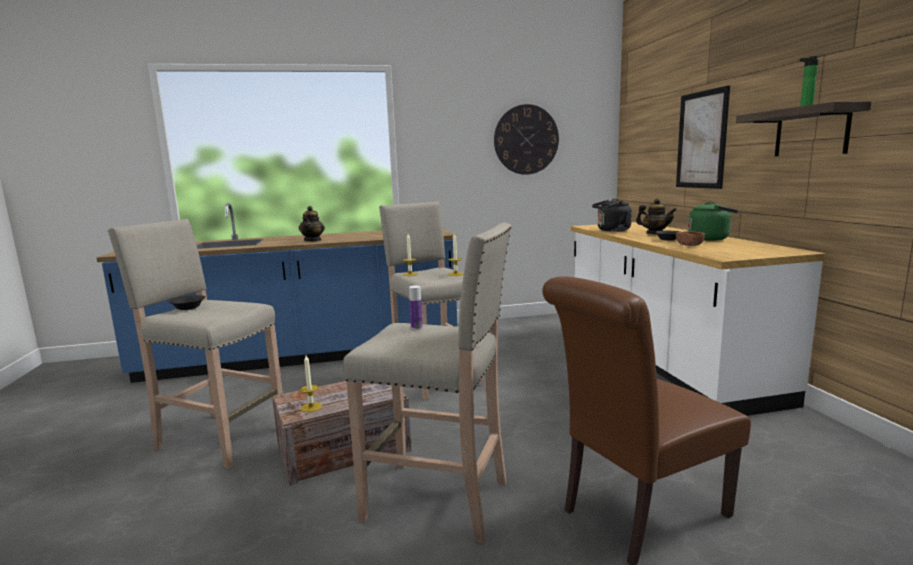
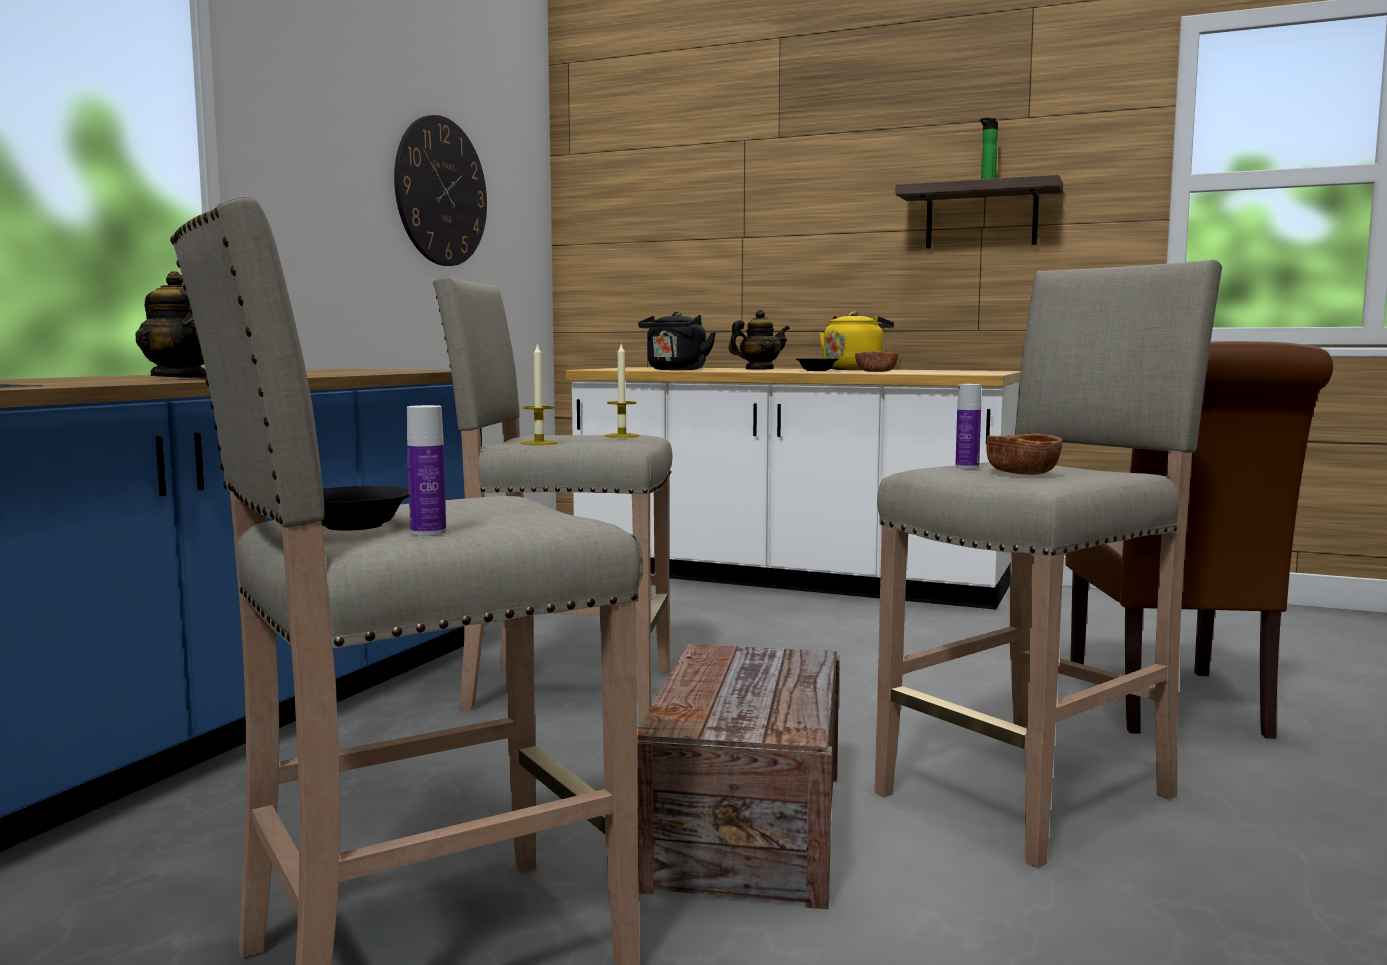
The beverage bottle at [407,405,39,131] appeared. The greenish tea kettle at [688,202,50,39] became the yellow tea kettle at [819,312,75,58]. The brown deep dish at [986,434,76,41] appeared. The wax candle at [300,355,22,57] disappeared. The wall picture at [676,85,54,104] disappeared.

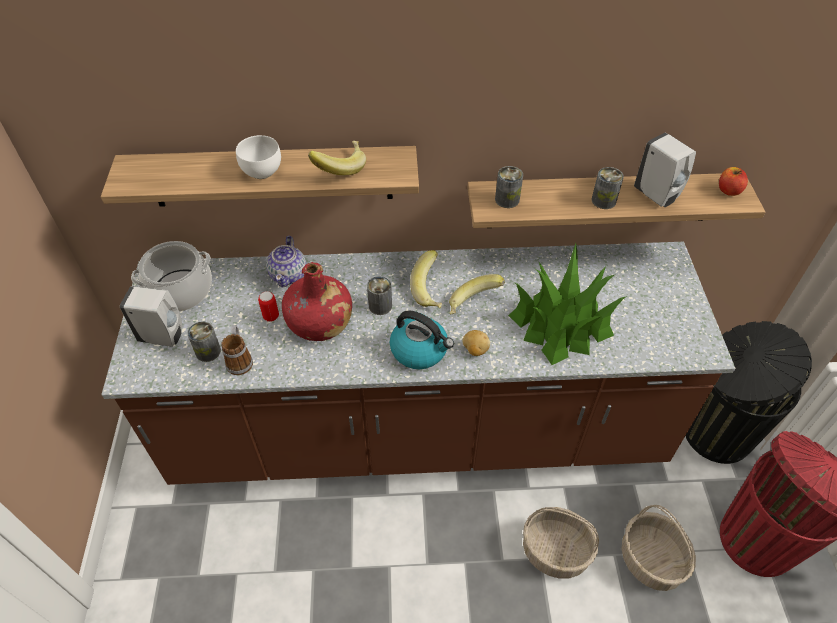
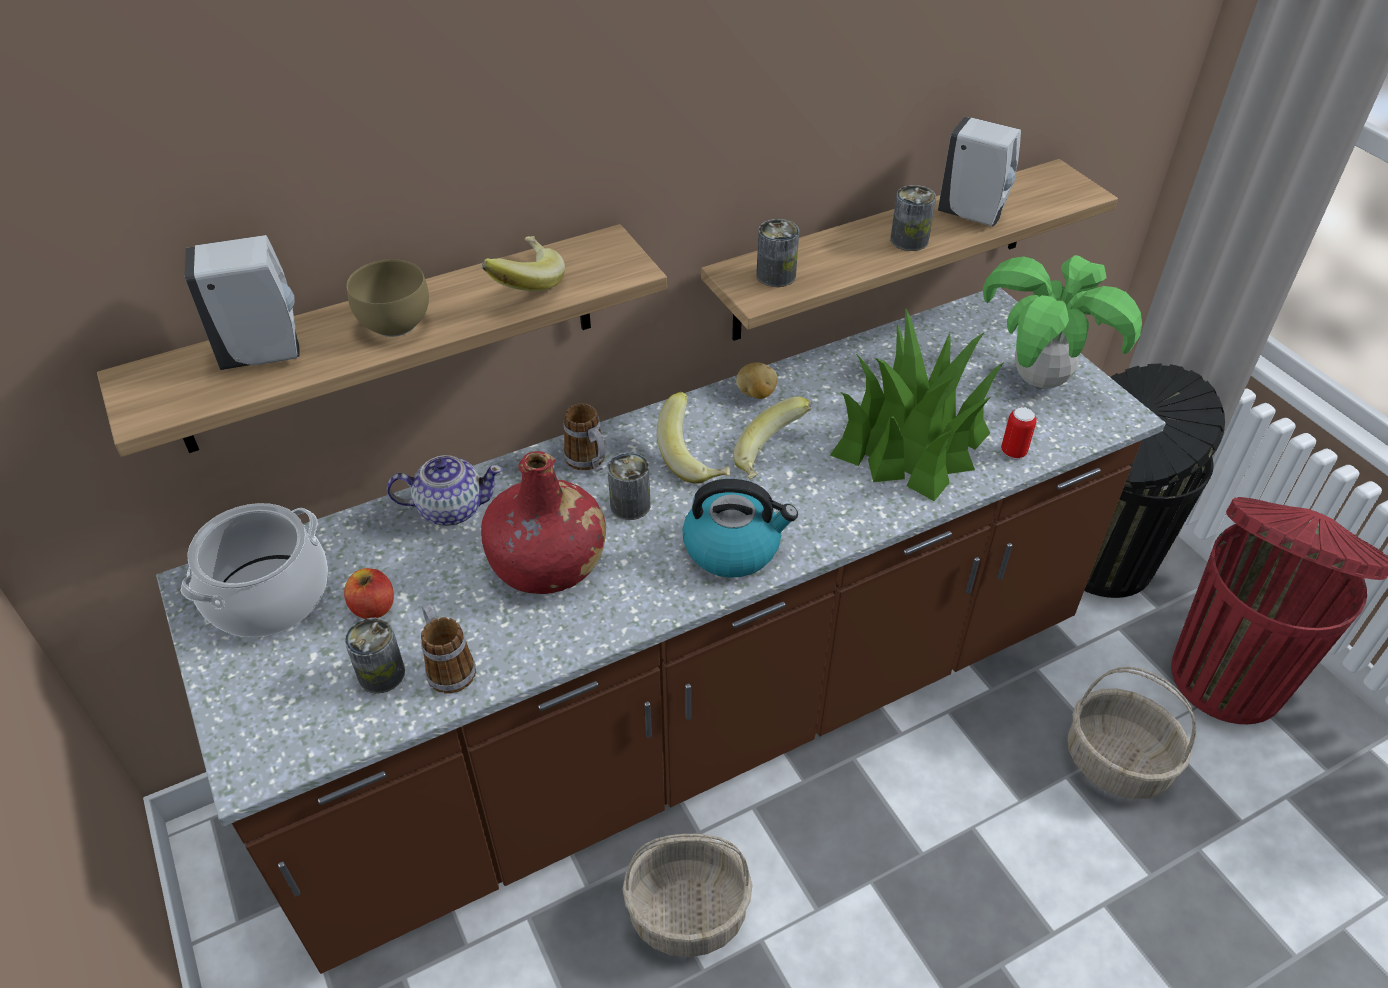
The white-coloured soap bottle moved from [120,286,62,61] to [185,235,115,135]. The apple moved from [719,167,29,29] to [344,568,50,51]. The white-coloured deep dish at [236,135,45,44] became the brown deep dish at [346,259,83,78]. The tea pot at [266,236,40,52] turned 75 degrees counterclockwise. The coffee mug at [564,403,41,69] appeared. The storage basket moved from [523,507,76,72] to [622,834,130,123]. The spud moved from [463,330,27,26] to [736,362,41,37]. The houseplant at [983,255,159,133] appeared. The can moved from [258,291,21,31] to [1001,407,36,52].

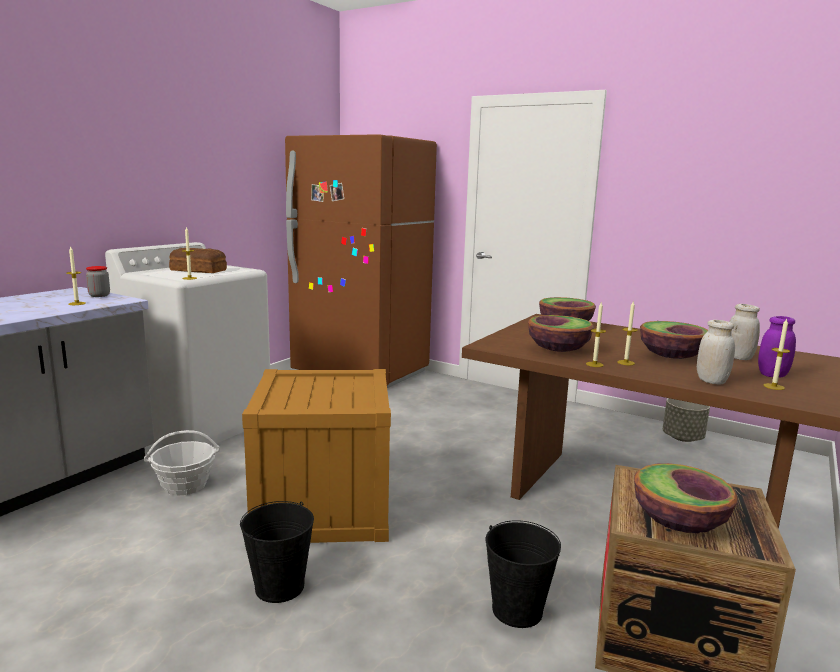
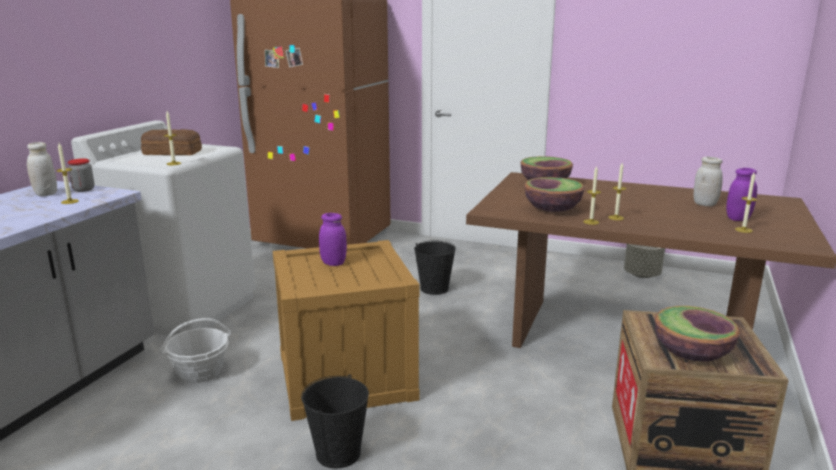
The white-coloured preserve jar moved from [697,320,38,65] to [27,142,30,54]. The purple-coloured preserve jar at [319,213,28,53] appeared. The black-coloured pail moved from [485,520,76,108] to [414,240,42,55]. The deep dish at [640,321,68,38] disappeared.

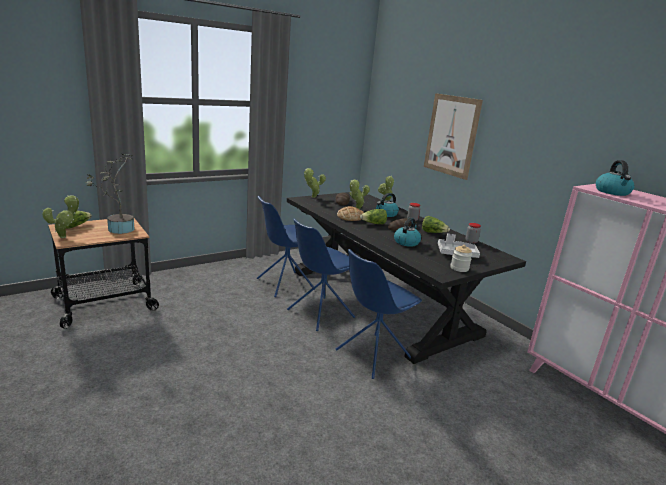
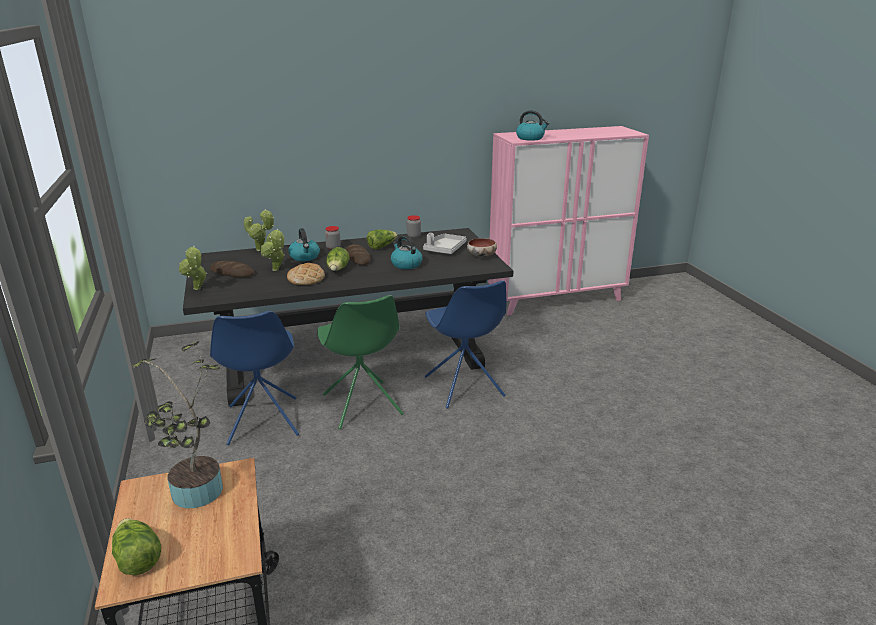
The bluish plain chair at [287,218,68,113] became the greenish plain chair at [317,295,87,134]. The preserve jar at [451,245,21,27] was replaced by the deep dish at [467,238,30,20]. The houseplant at [42,195,37,43] disappeared. The wall picture at [424,93,59,87] disappeared.

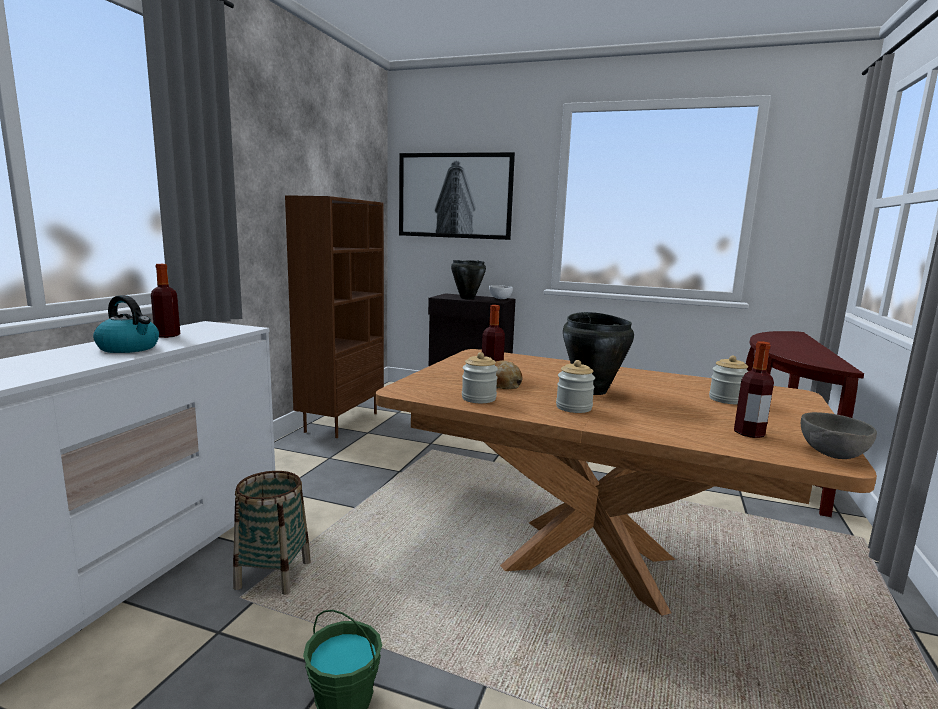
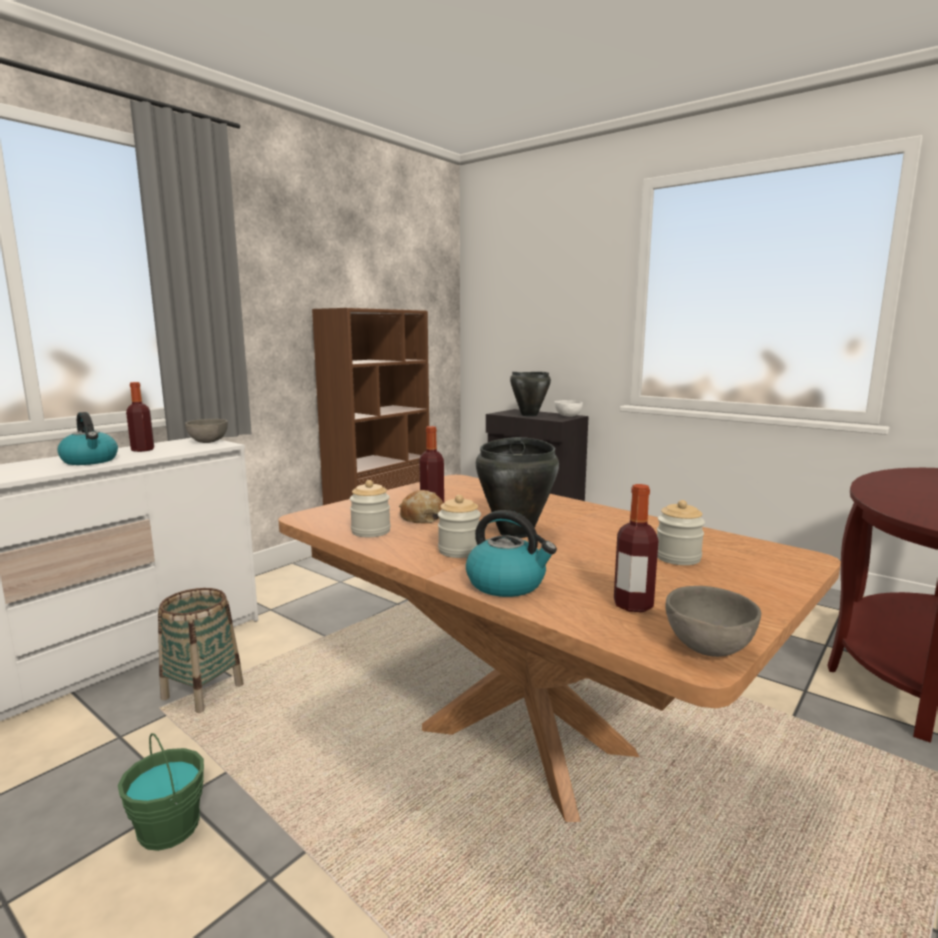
The gray deep dish at [185,419,43,24] appeared. The tea kettle at [466,510,91,87] appeared. The wall picture at [399,152,116,88] disappeared.

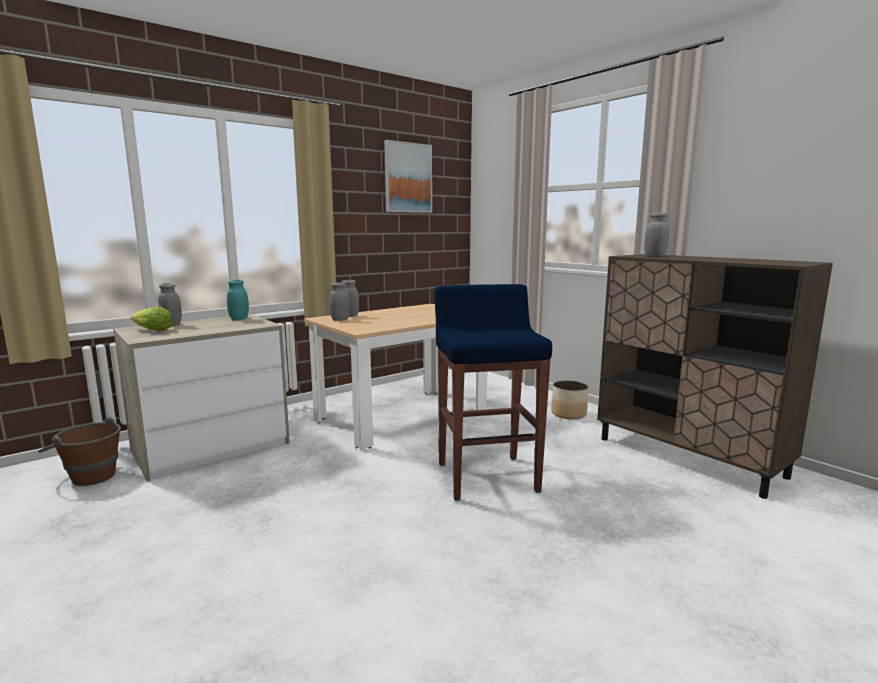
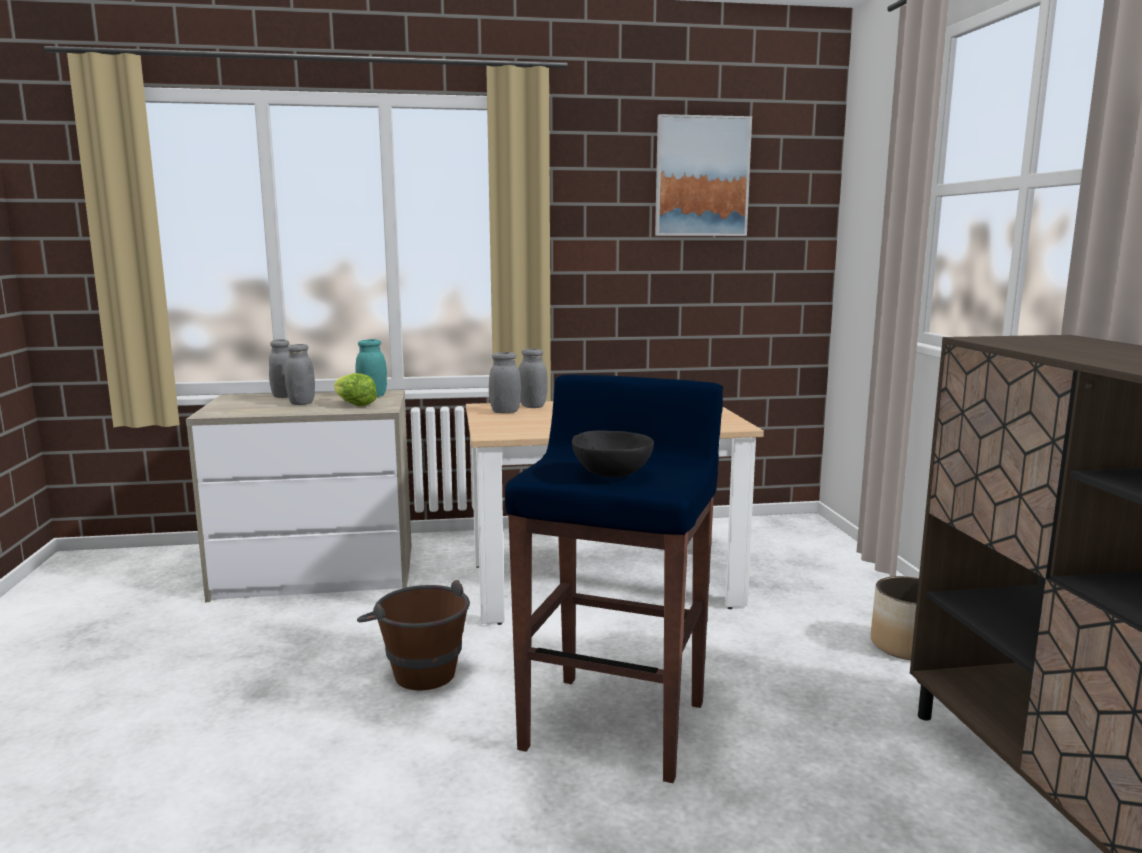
The gray preserve jar moved from [644,213,25,44] to [285,344,30,61]. The lettuce moved from [131,307,42,24] to [334,373,43,33]. The brown pail moved from [38,416,83,70] to [357,580,113,110]. The black-coloured deep dish at [572,430,82,48] appeared.

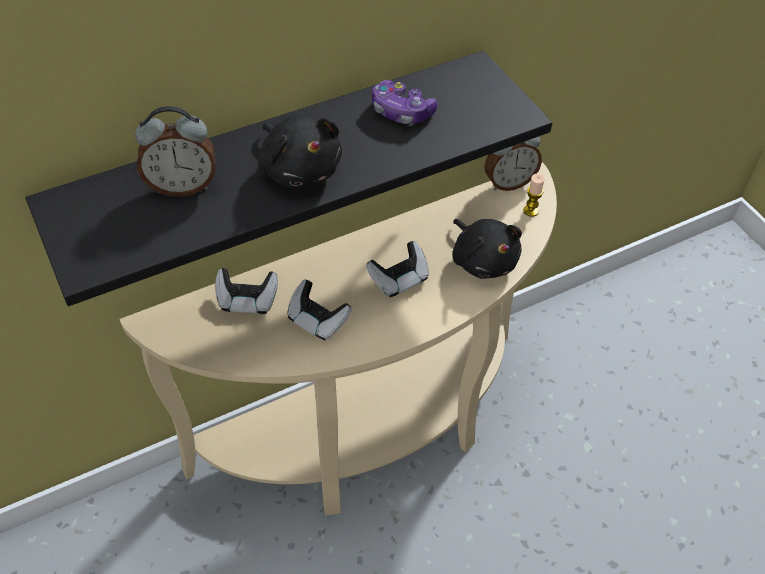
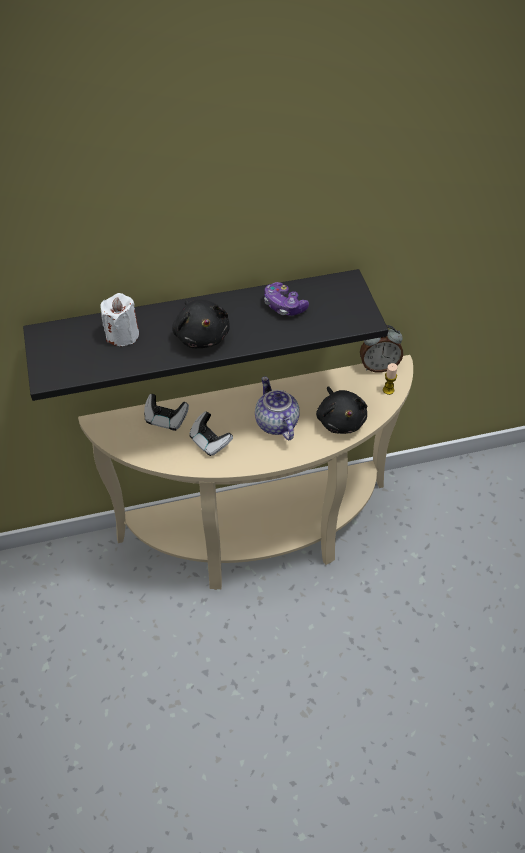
The bedside clock at [135,106,80,91] was replaced by the white-coloured wax candle at [100,293,39,53]. The gamepad at [366,241,63,56] was replaced by the tea pot at [255,376,45,64].

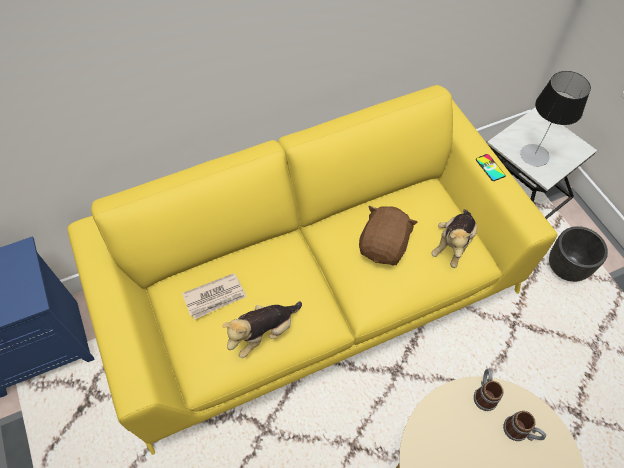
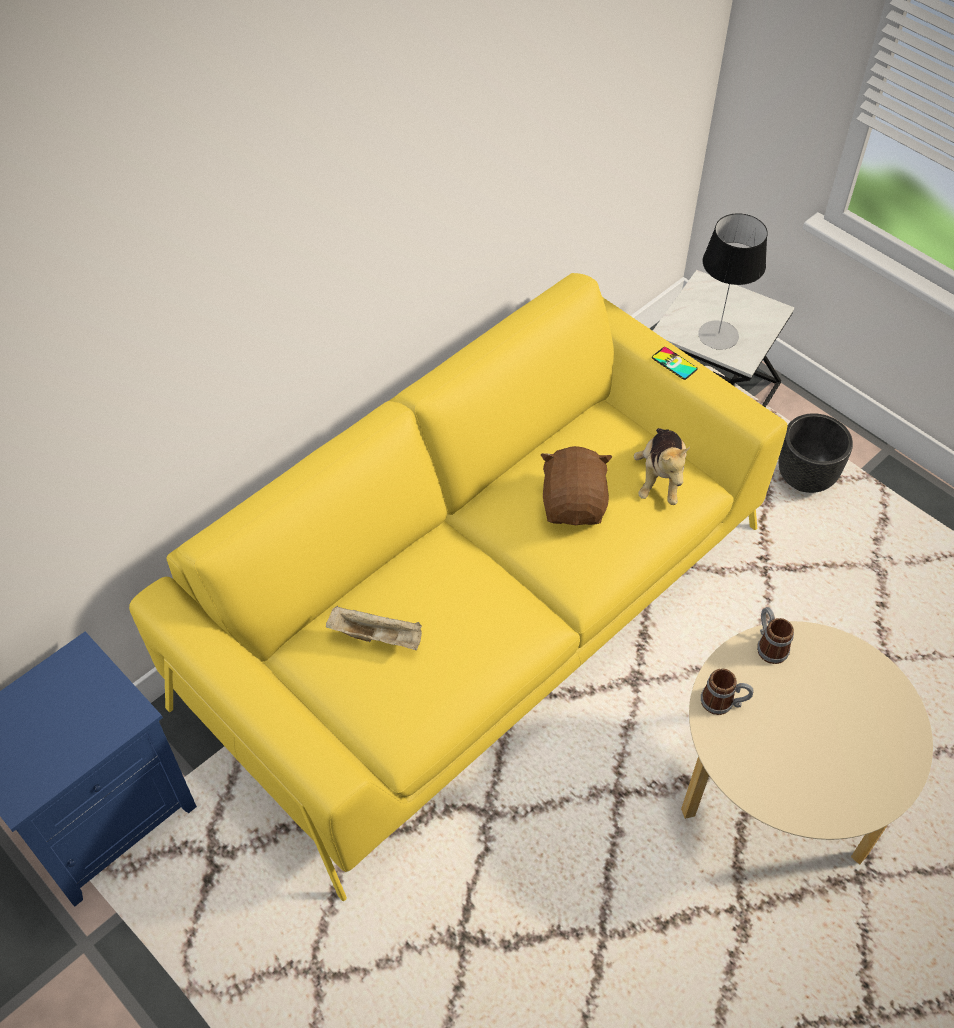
The printed paper at [182,273,65,47] was replaced by the beige carrying tray at [326,606,96,44]. The coffee mug moved from [503,411,43,30] to [701,668,53,47]. The soft toy at [222,301,80,57] disappeared.

